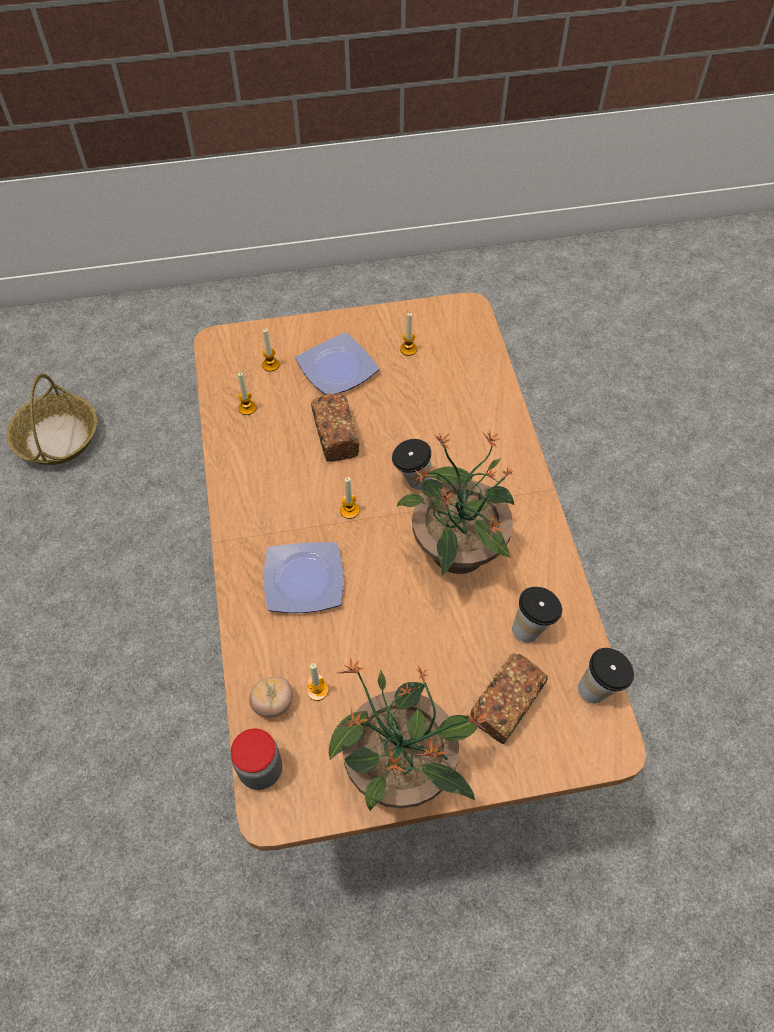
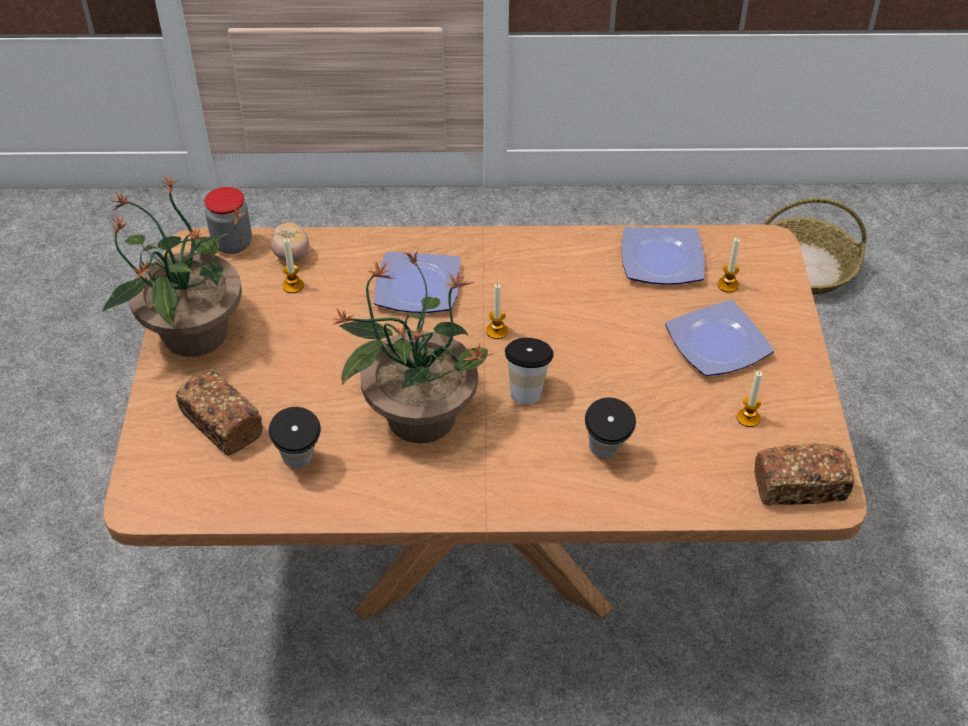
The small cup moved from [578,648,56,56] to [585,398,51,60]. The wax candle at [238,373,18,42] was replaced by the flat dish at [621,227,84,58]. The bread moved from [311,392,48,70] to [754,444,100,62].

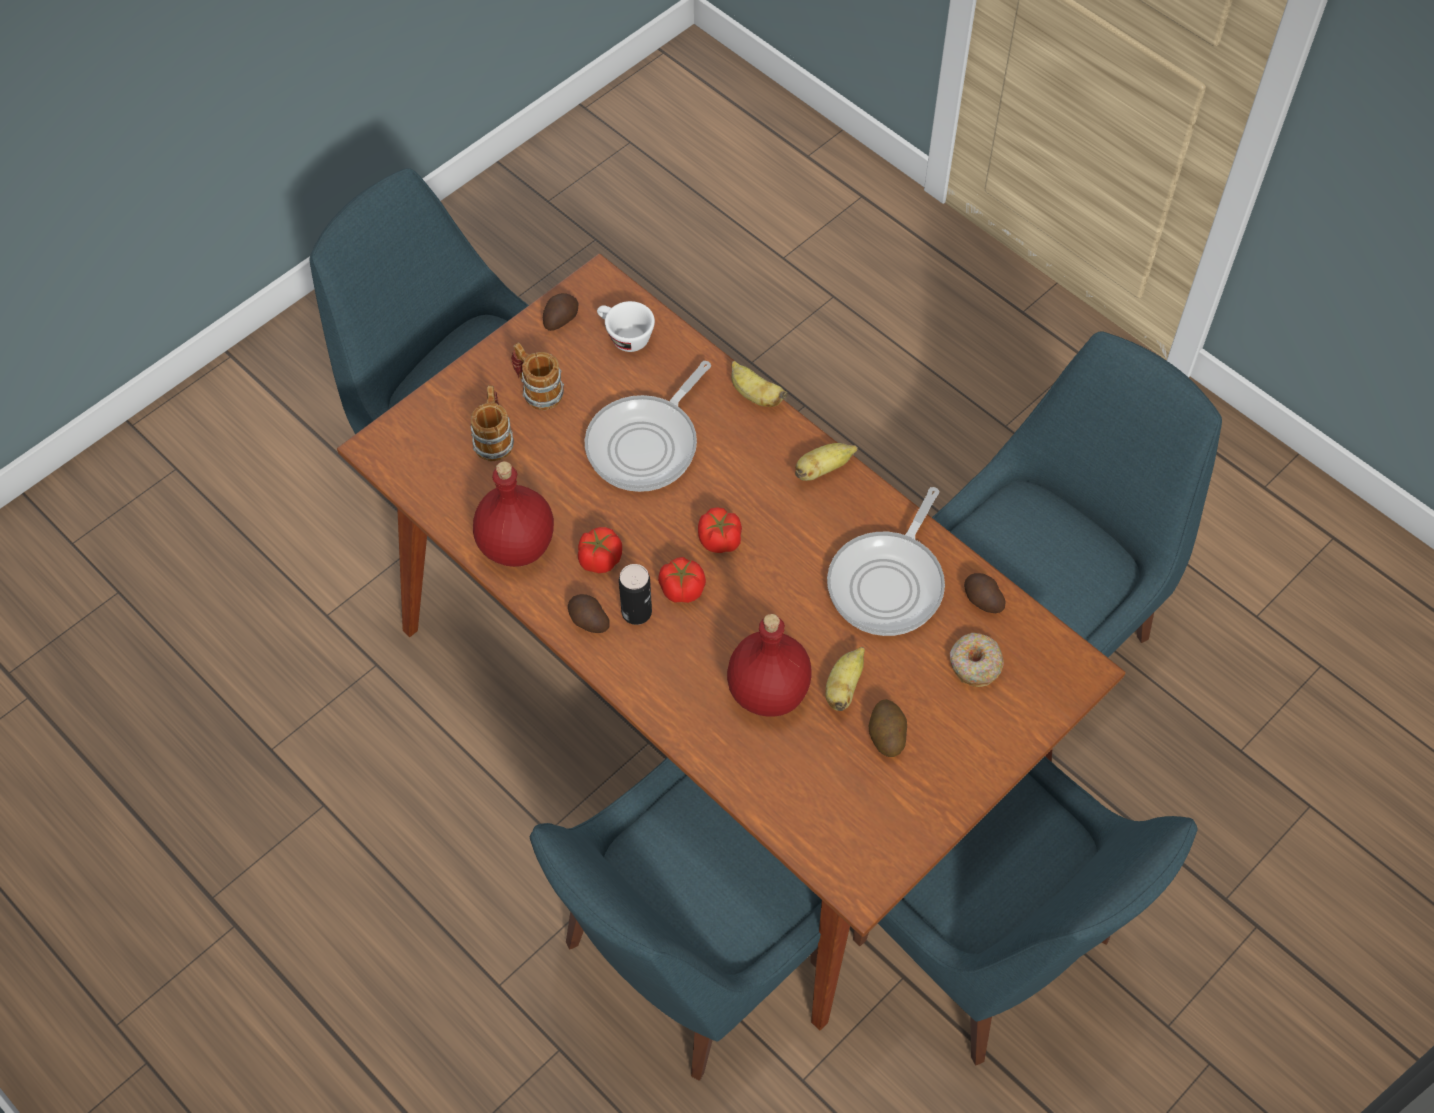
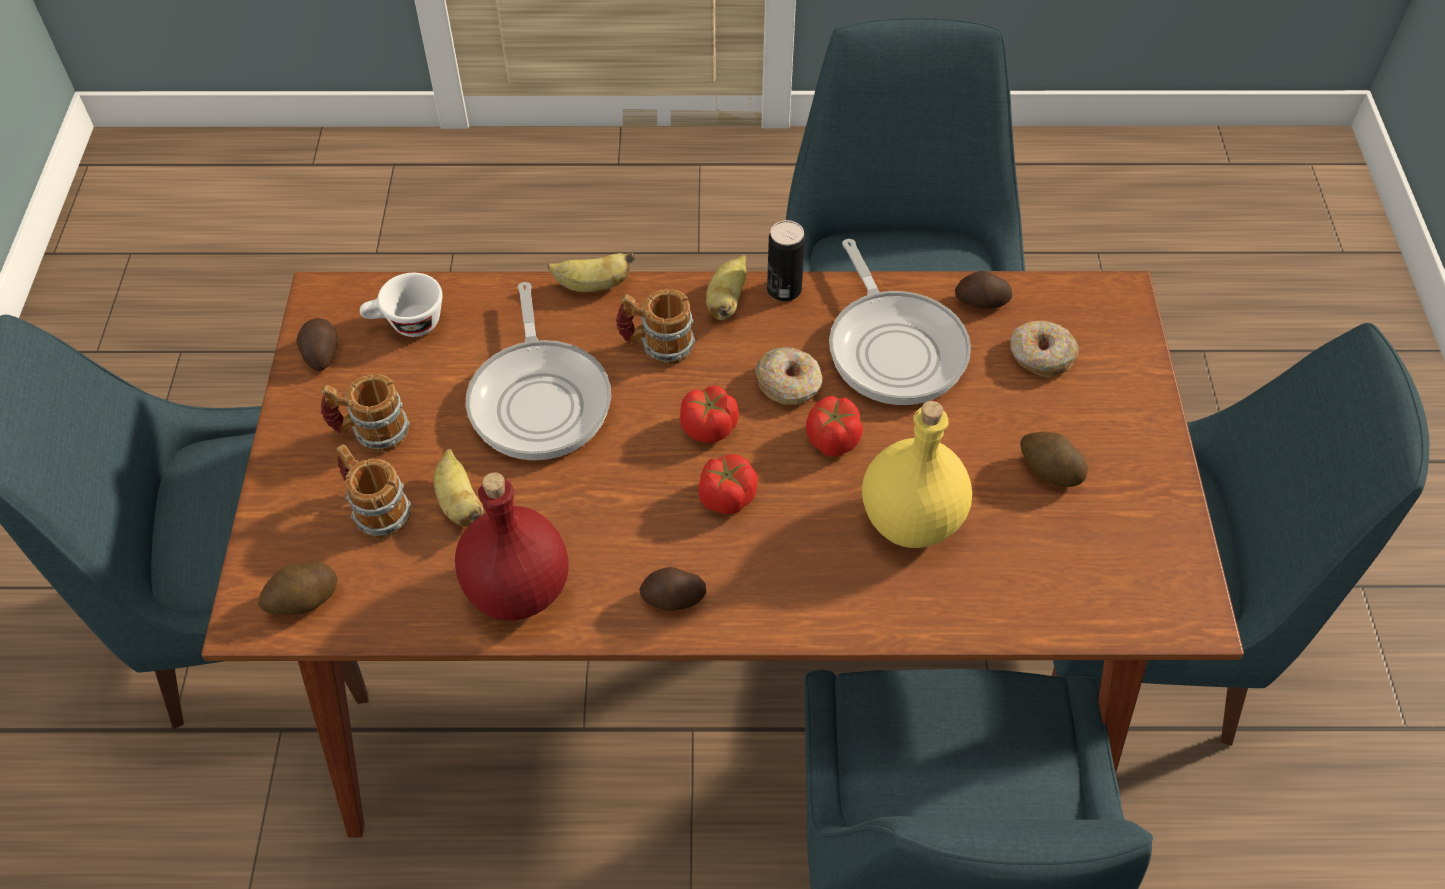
The spud at [258,561,80,54] appeared. The banana fruit moved from [825,647,40,64] to [434,449,49,78]. The coffee mug at [616,289,79,76] appeared. The ring doughnut at [755,347,68,58] appeared. The can moved from [619,564,33,61] to [767,220,38,81]. The fresh tomato moved from [578,527,44,46] to [806,396,57,61]. The reddish beverage bottle at [727,614,85,103] became the yellow beverage bottle at [862,401,110,147].

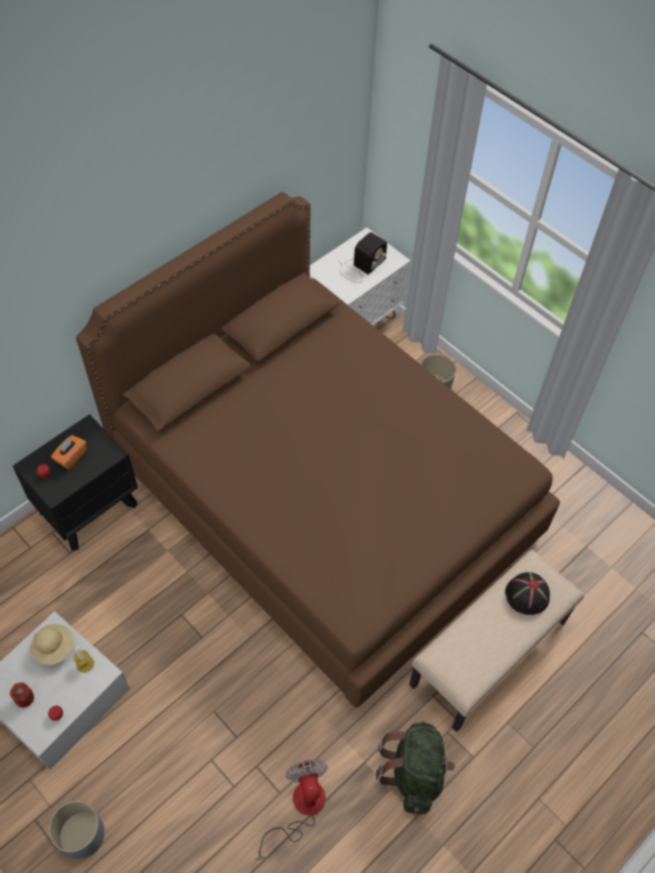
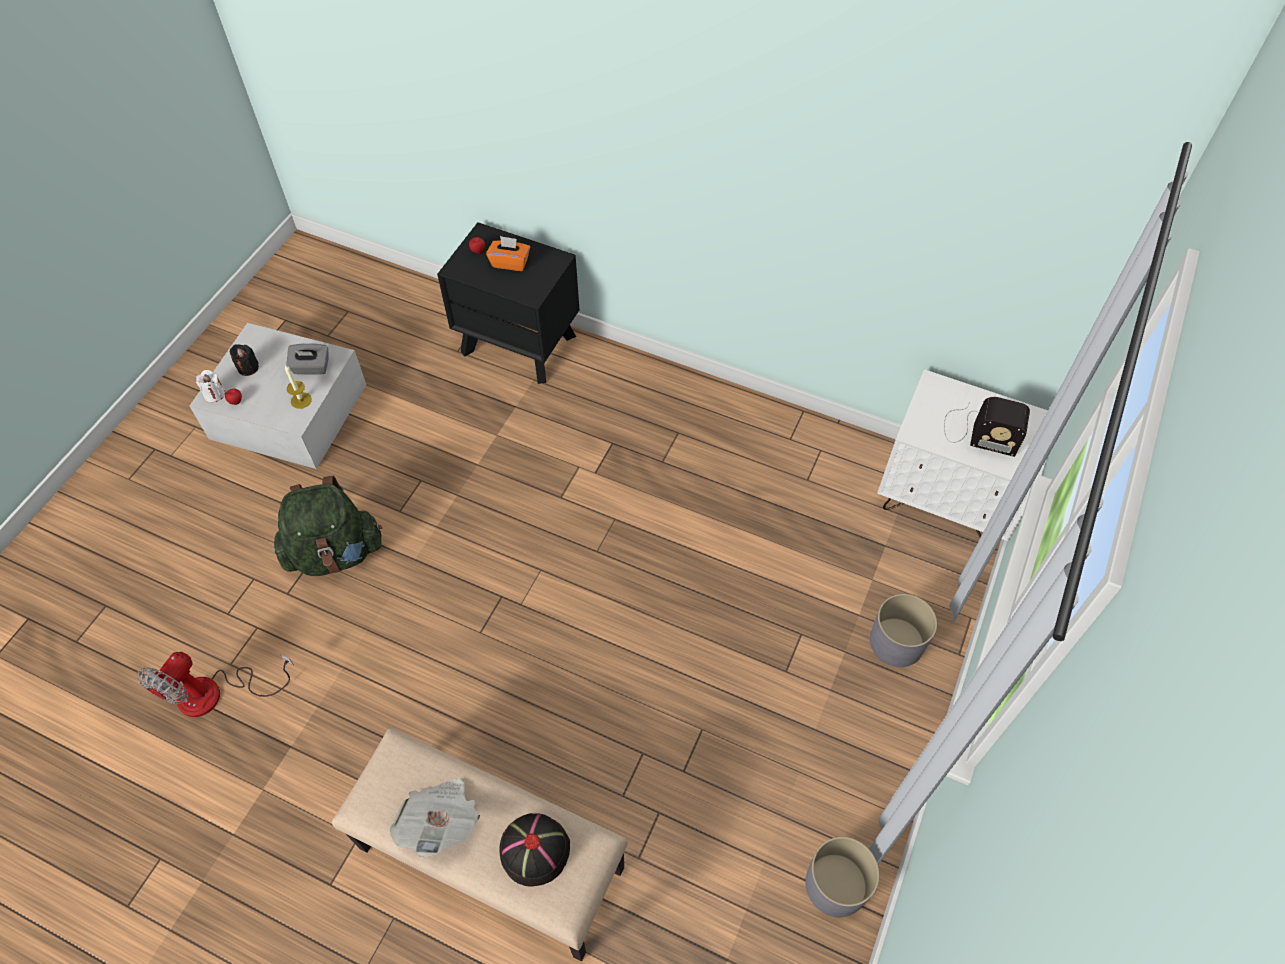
The cooling fan at [256,759,72,102] turned 150 degrees clockwise. The white-coloured wax candle at [196,370,30,32] appeared. The reddish wax candle at [10,682,24,26] became the black-coloured wax candle at [230,344,29,32]. The greenish knapsack moved from [376,721,79,94] to [274,476,108,100]. The beige wearable hat at [30,624,44,41] was replaced by the gray tissue holder at [286,343,42,32]. The printed paper at [390,778,90,79] appeared. The gray planter moved from [49,801,56,58] to [805,837,74,80]. The brown sleeping bed at [76,192,484,516] disappeared.

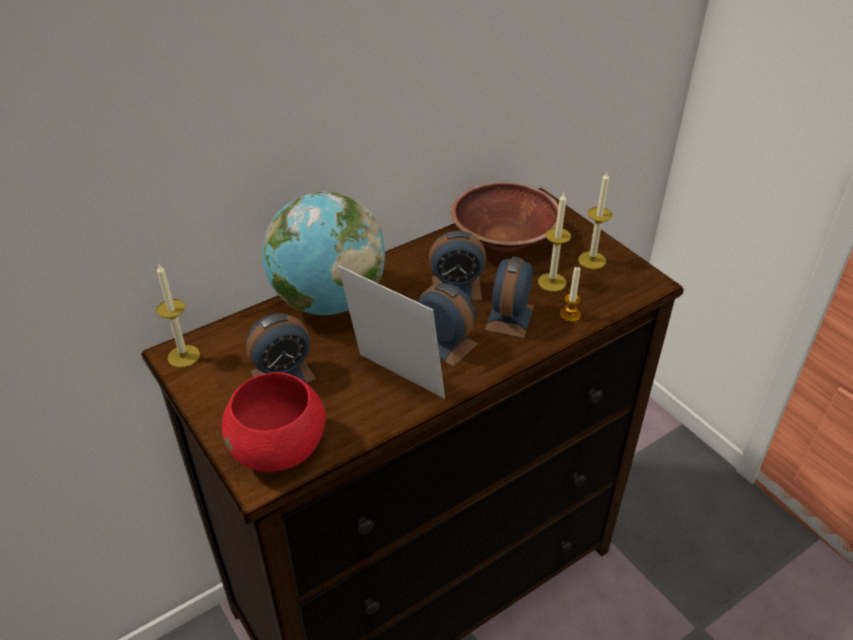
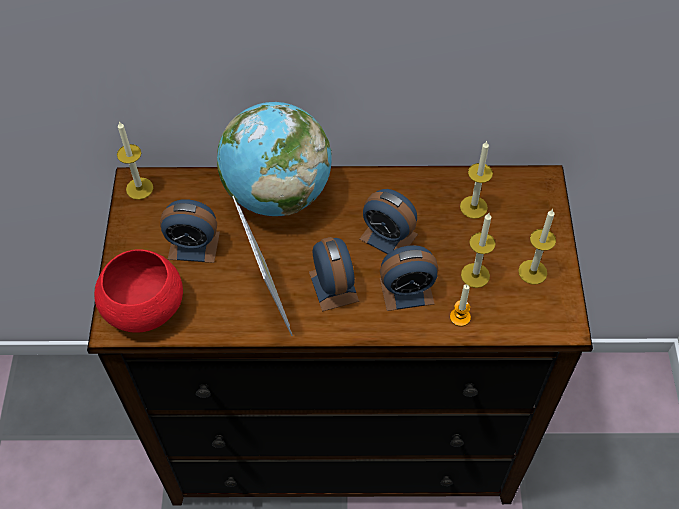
The bedside clock at [485,257,49,81] turned 150 degrees counterclockwise. The brown deep dish at [451,182,108,70] was replaced by the wax candle at [460,141,33,78].

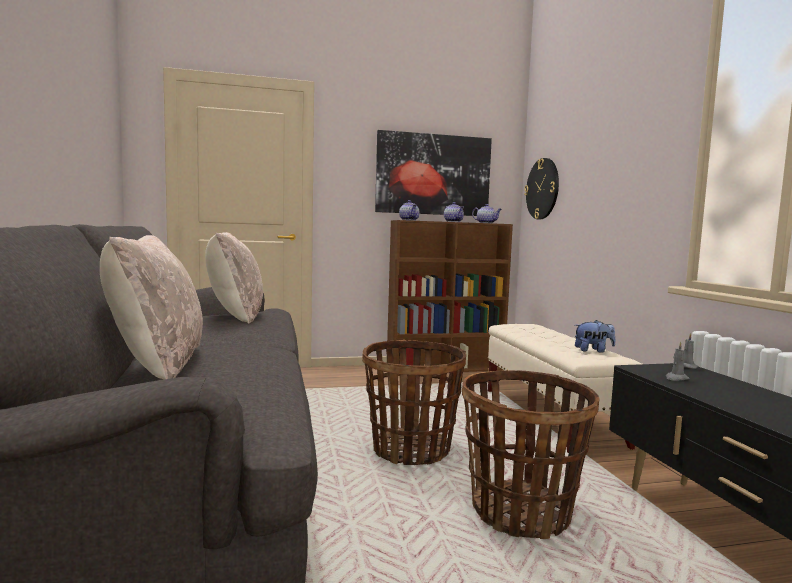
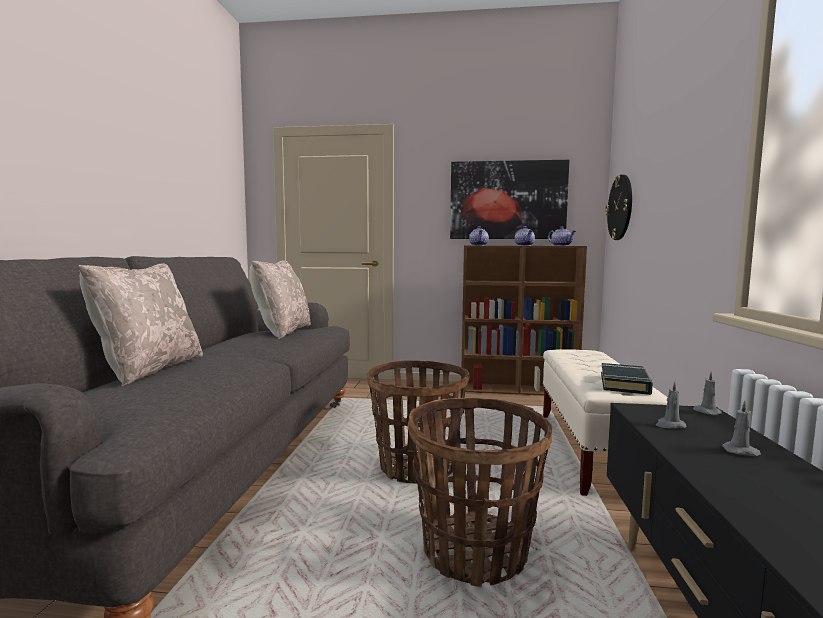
The soft toy at [575,320,41,33] was replaced by the black-coloured volume at [601,363,52,32]. The gray wax candle at [722,401,39,55] appeared.

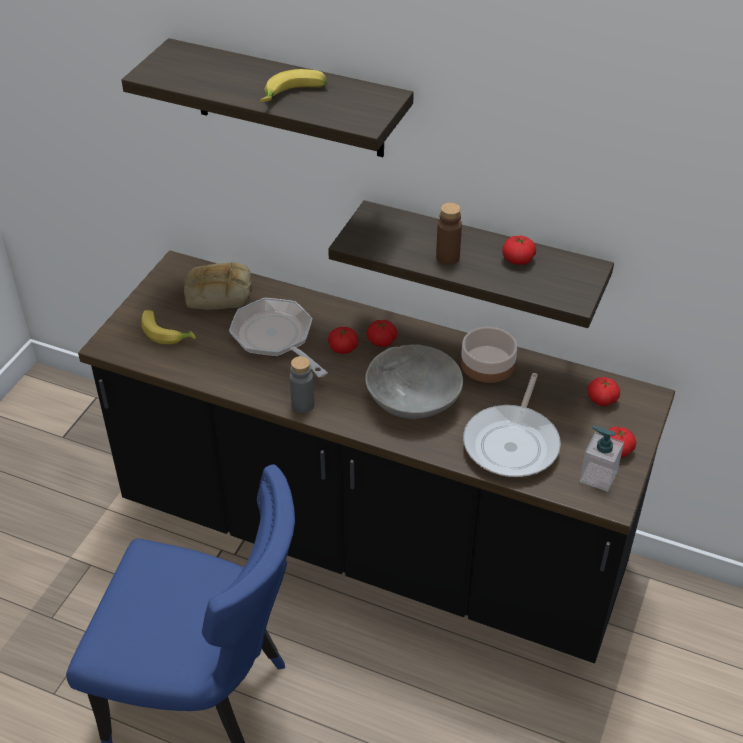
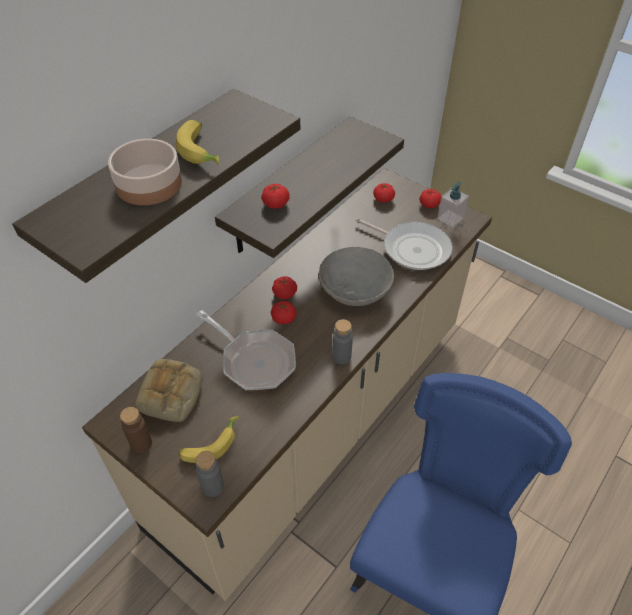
The black-coloured counter at [78,250,597,413] became the beige counter at [82,168,410,433]. The deep dish moved from [461,327,56,56] to [108,139,74,66]. The brown beverage bottle moved from [436,202,26,63] to [120,407,32,46]. The skillet at [229,298,99,79] turned 120 degrees counterclockwise. The gray beverage bottle at [196,451,28,46] appeared. The fresh tomato moved from [502,236,34,29] to [261,184,28,25].

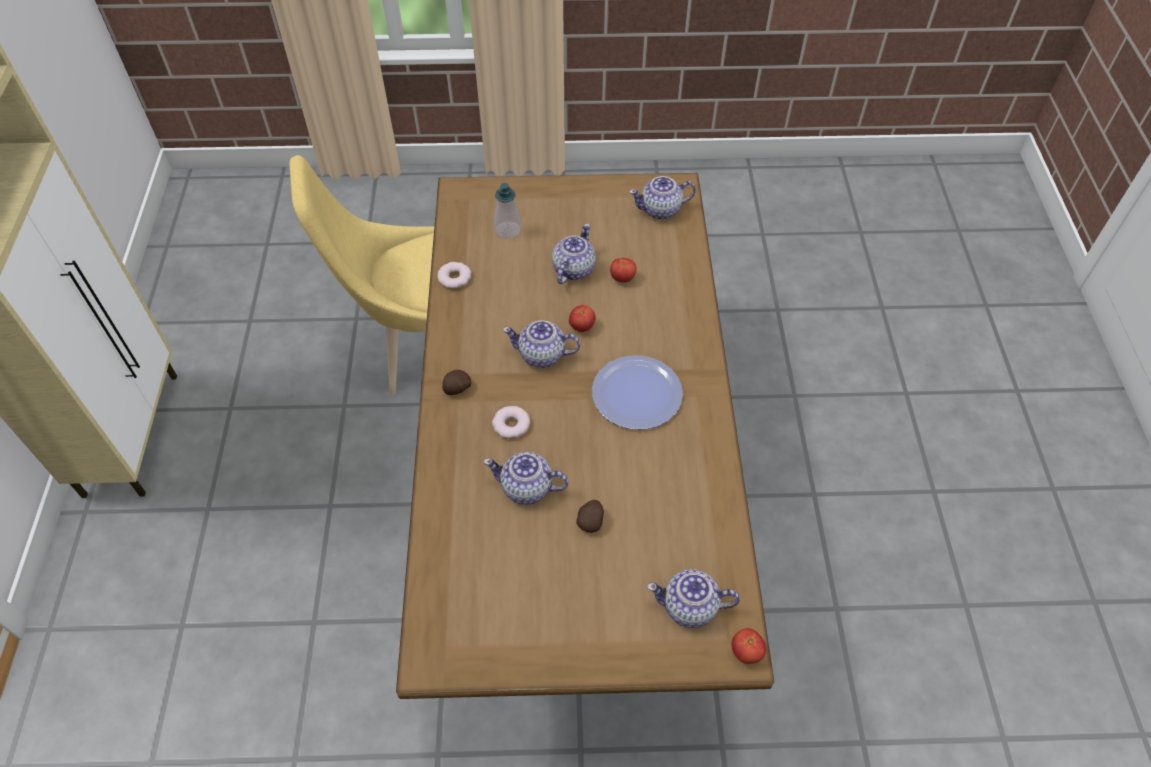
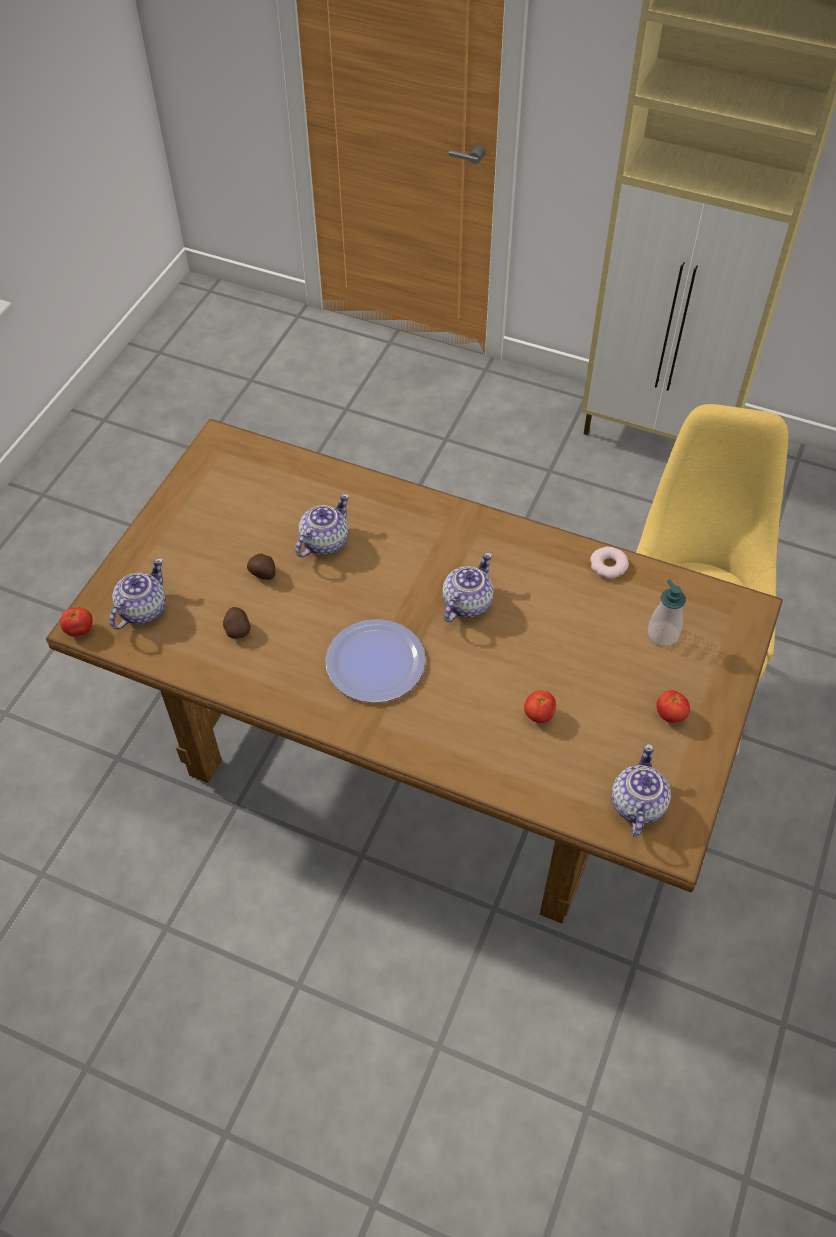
The spud moved from [442,370,29,25] to [223,607,28,32]. The fresh tomato moved from [569,305,27,27] to [657,690,33,33]. The ring doughnut at [492,406,38,32] disappeared. The tea pot at [552,223,44,61] disappeared.

